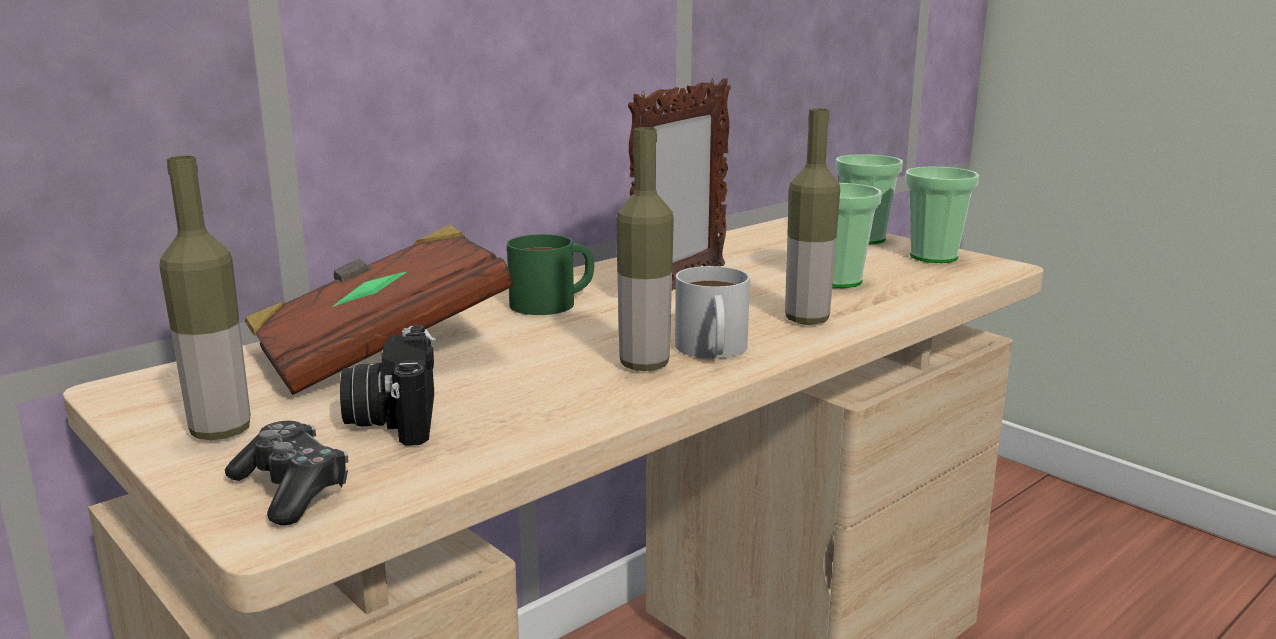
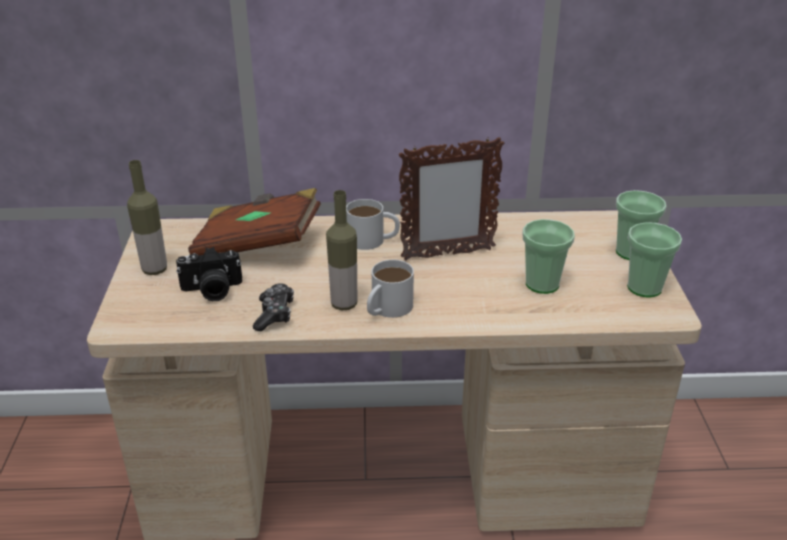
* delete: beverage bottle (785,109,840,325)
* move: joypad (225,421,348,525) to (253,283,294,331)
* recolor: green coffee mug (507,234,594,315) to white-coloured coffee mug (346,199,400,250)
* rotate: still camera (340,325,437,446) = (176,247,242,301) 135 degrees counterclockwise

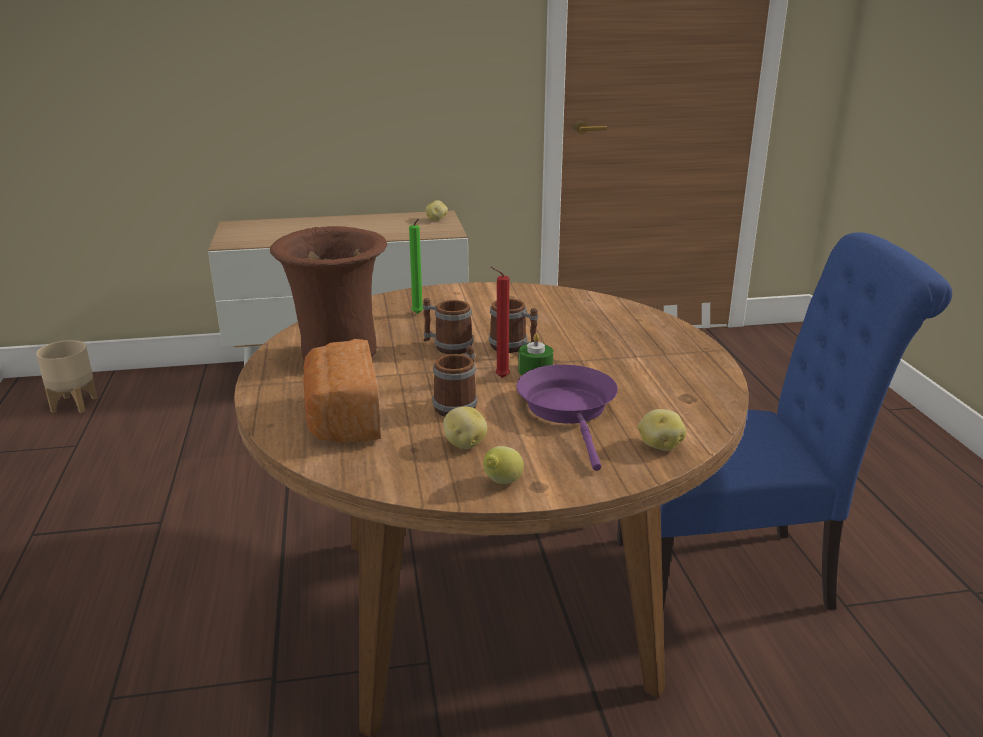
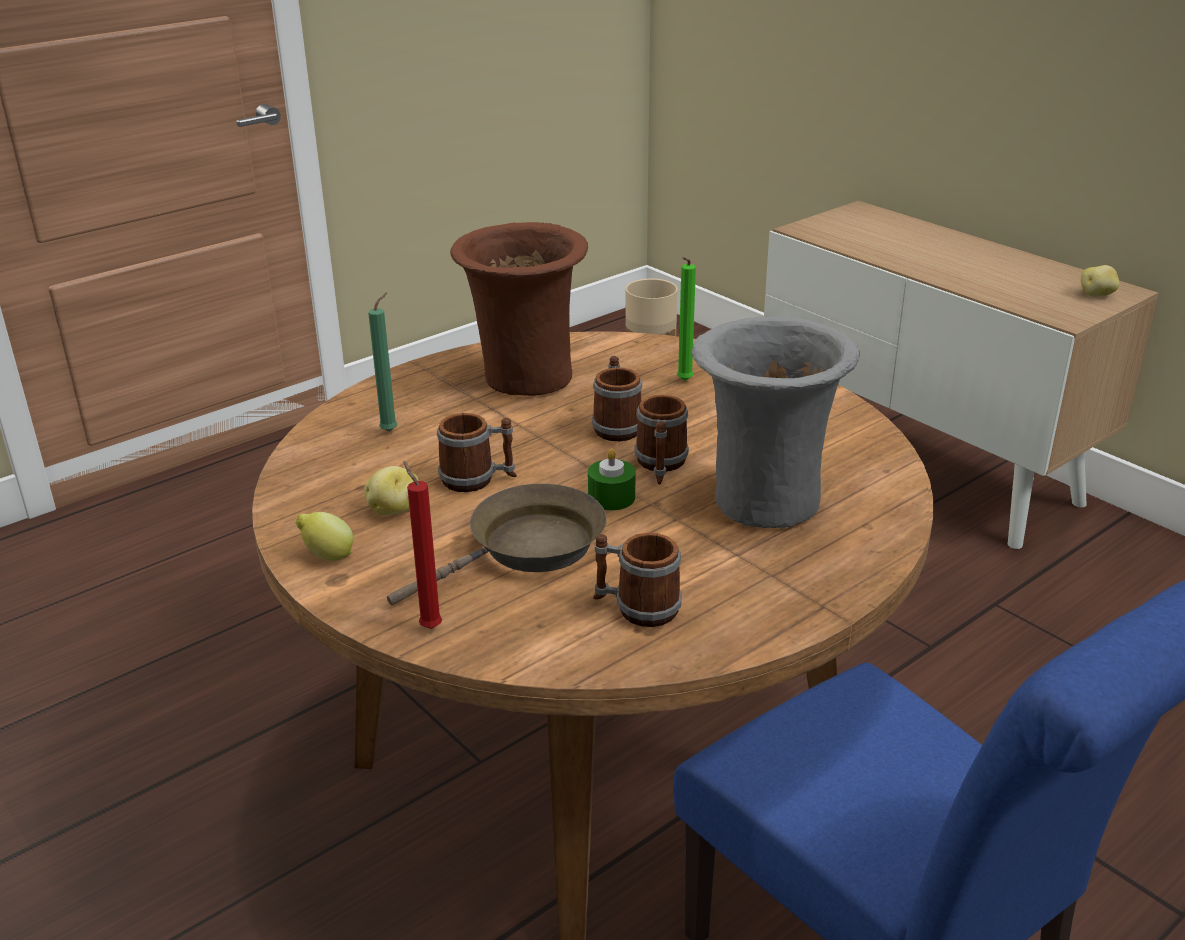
* delete: spud (638,409,686,451)
* insert: coffee mug (593,533,682,627)
* insert: gray decorative vase (692,316,859,528)
* move: reddish candle (491,267,510,378) to (403,461,442,629)
* replace: bakery bread (303,339,381,443) to green candle (368,292,397,432)
* recolor: purplish frying pan (517,365,618,471) to brown frying pan (387,483,607,605)

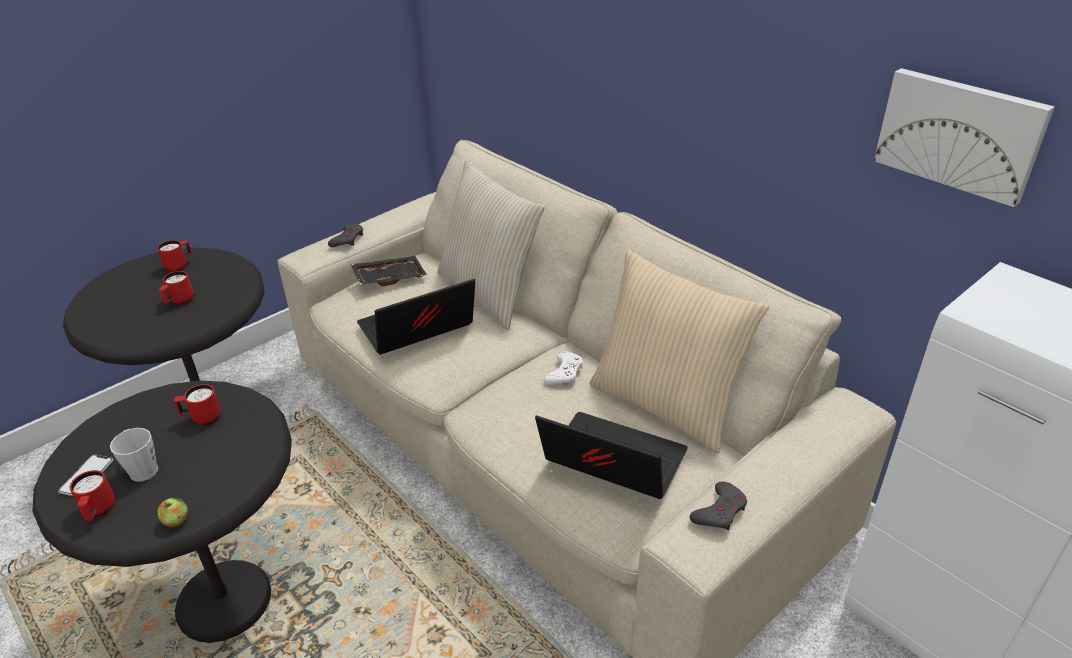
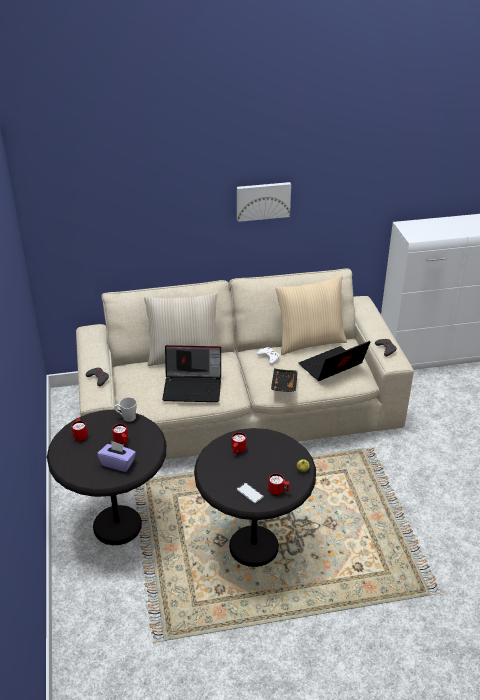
* insert: purplish box of tissues (97,441,136,472)
* move: gray coffee mug (110,428,158,482) to (114,397,137,422)
* move: blackish serving tray (350,256,427,286) to (271,369,298,392)
* move: wall art (874,68,1055,207) to (237,182,291,222)
* rotate: portable computer (357,279,475,354) = (162,345,221,402) 90 degrees counterclockwise

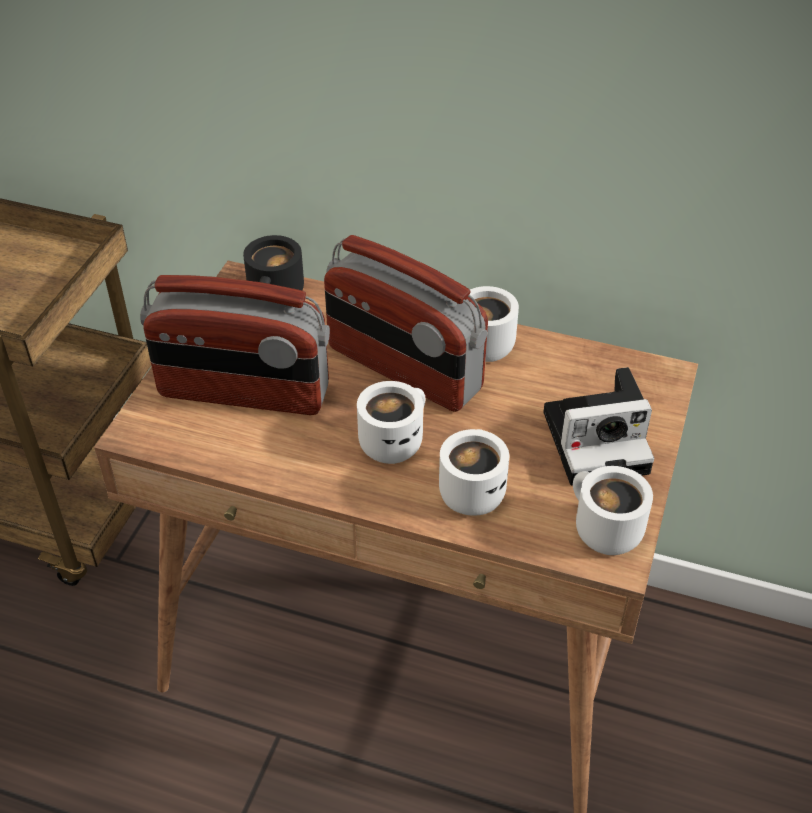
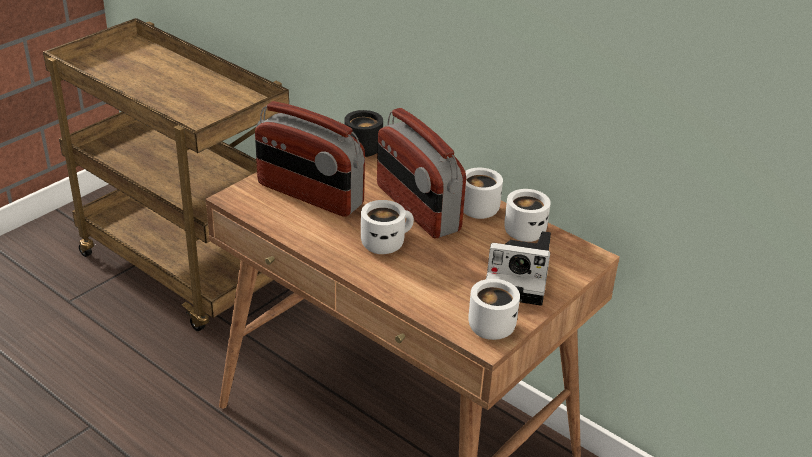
* move: white-coloured coffee mug (439,429,509,516) to (504,189,551,242)

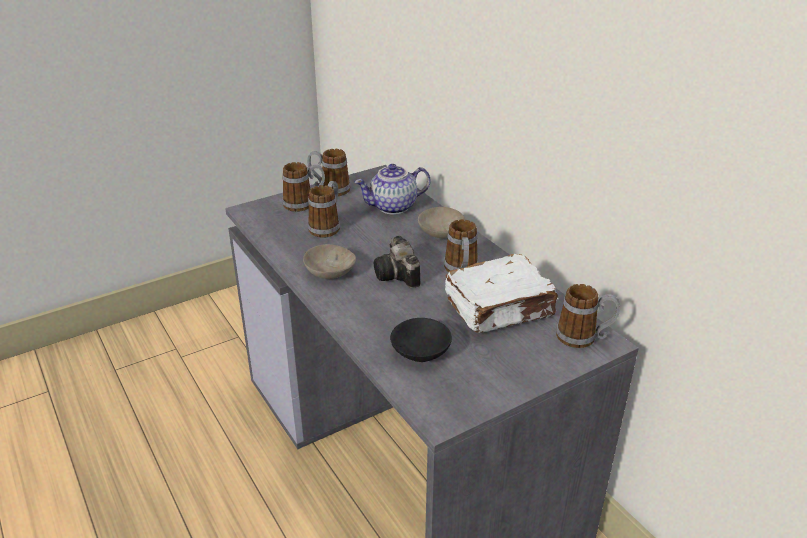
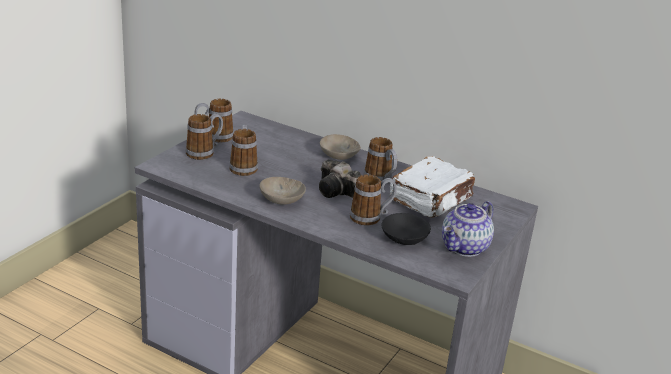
* move: tea pot (354,164,431,215) to (442,201,494,257)
* move: coffee mug (556,284,620,348) to (350,174,397,225)

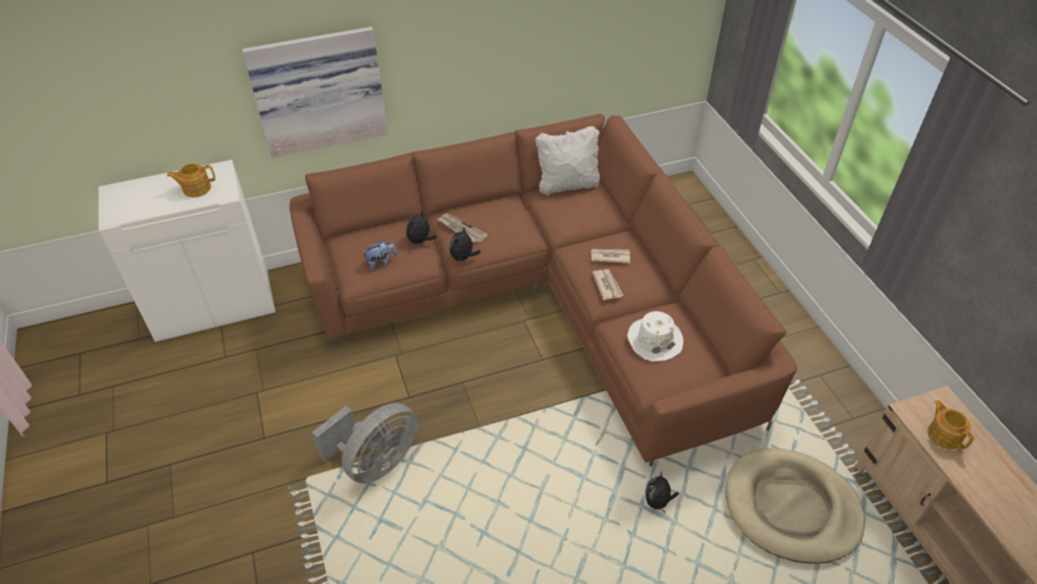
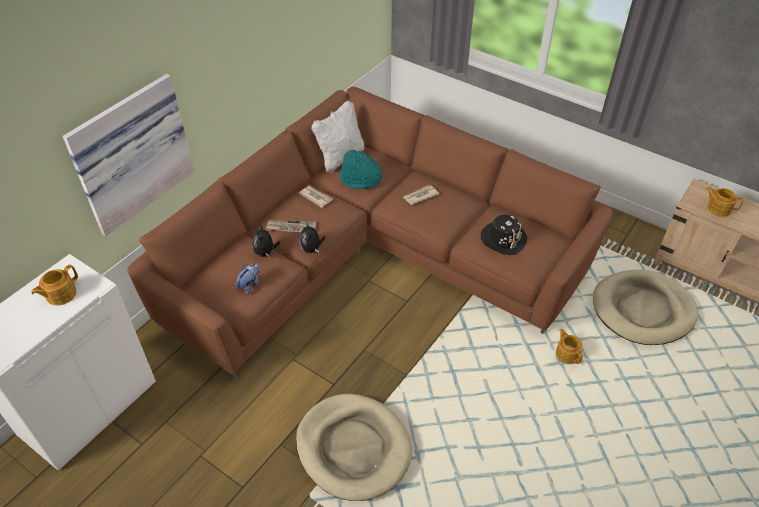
* insert: turquoise clothing hat (340,149,382,189)
* move: newspaper (592,269,624,300) to (299,186,333,208)
* replace: gray electric fan (312,403,418,484) to beige-coloured dog bed (296,394,412,501)
* replace: cuddly toy (645,472,679,513) to tea pot (556,329,583,364)
* recolor: white-coloured clothing hat (627,311,684,361) to blackish clothing hat (481,215,527,255)

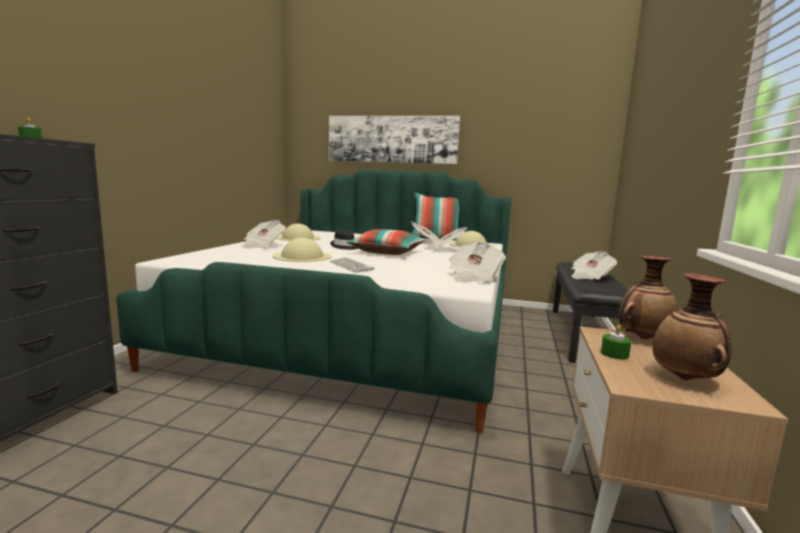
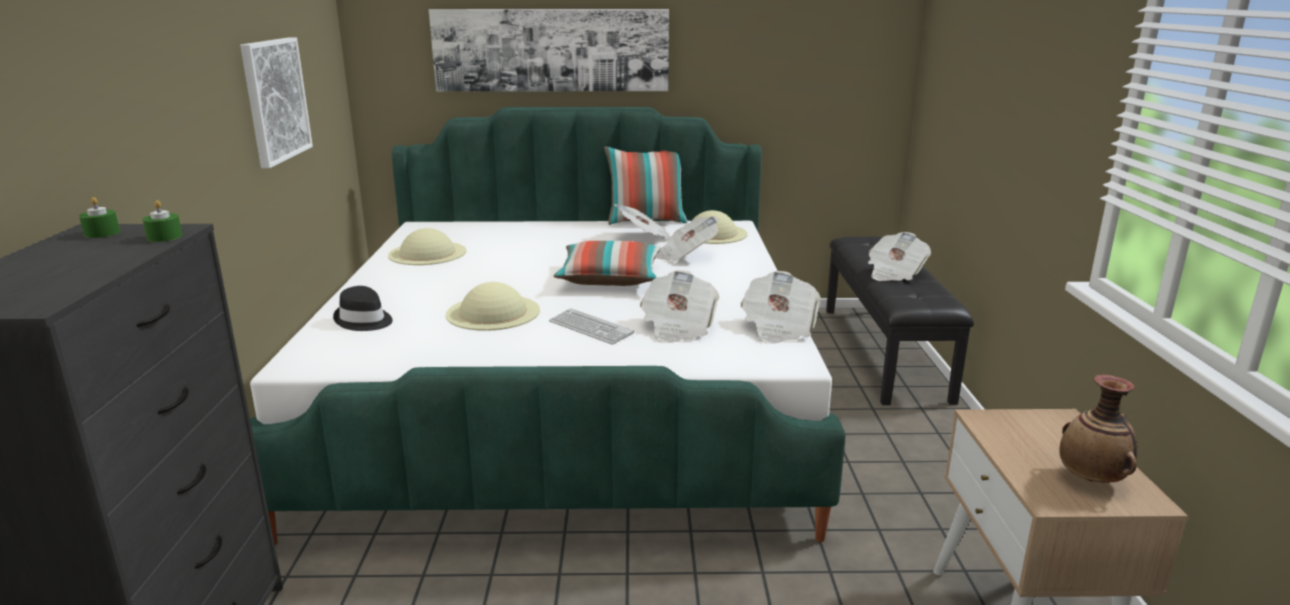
* delete: decorative vase (619,256,677,339)
* insert: wall art (240,37,313,168)
* move: newspaper (241,220,286,249) to (640,270,719,343)
* move: blackish clothing hat (330,230,358,250) to (333,286,393,331)
* move: green candle (601,325,631,360) to (142,200,183,242)

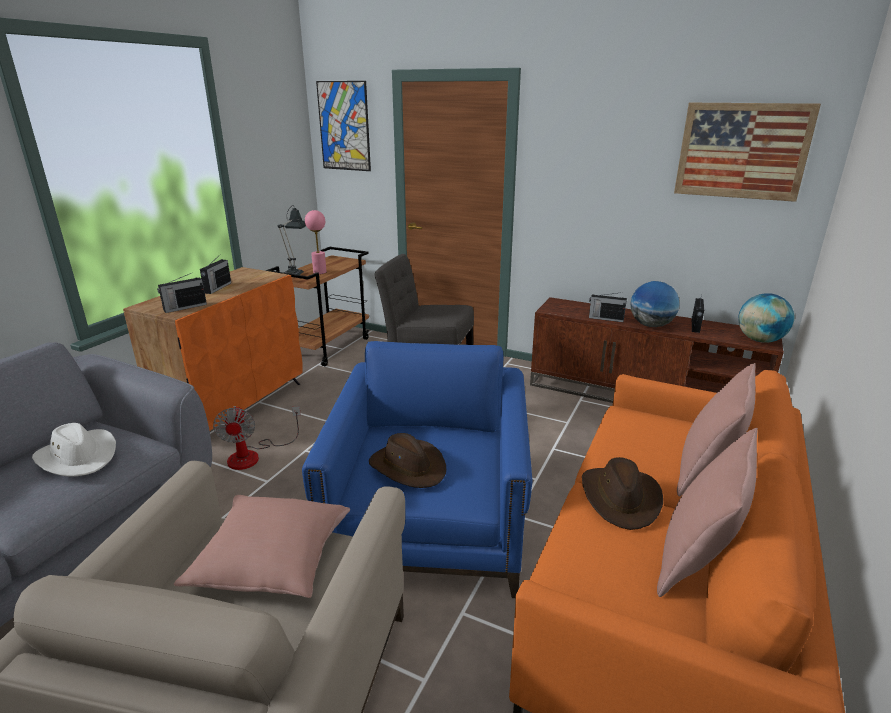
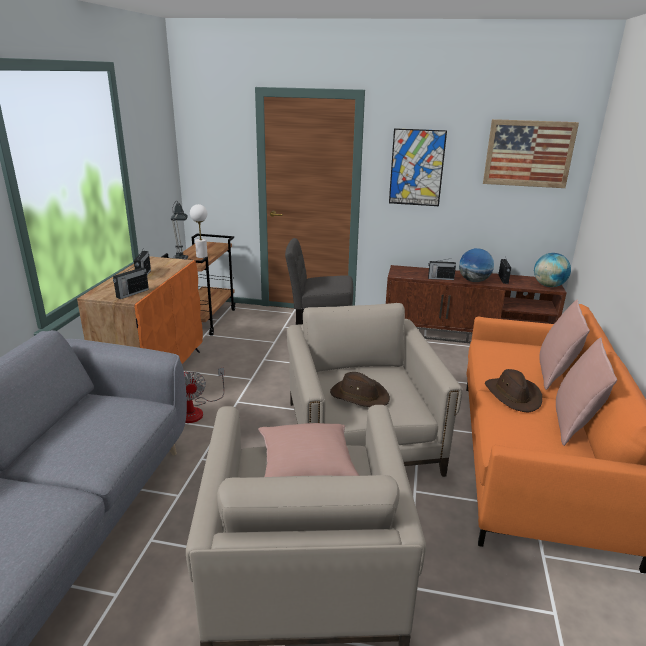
* delete: white-coloured clothing hat (32,423,116,477)
* move: wall art (316,81,371,171) to (389,128,447,206)
* recolor: bluish lounge chair (302,341,532,598) to beige-coloured lounge chair (287,303,463,477)
* recolor: pinkish tabletop lamp (305,210,327,274) to white-coloured tabletop lamp (190,204,208,258)

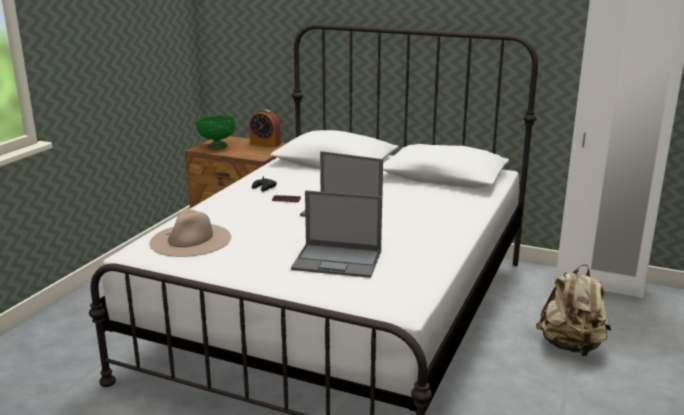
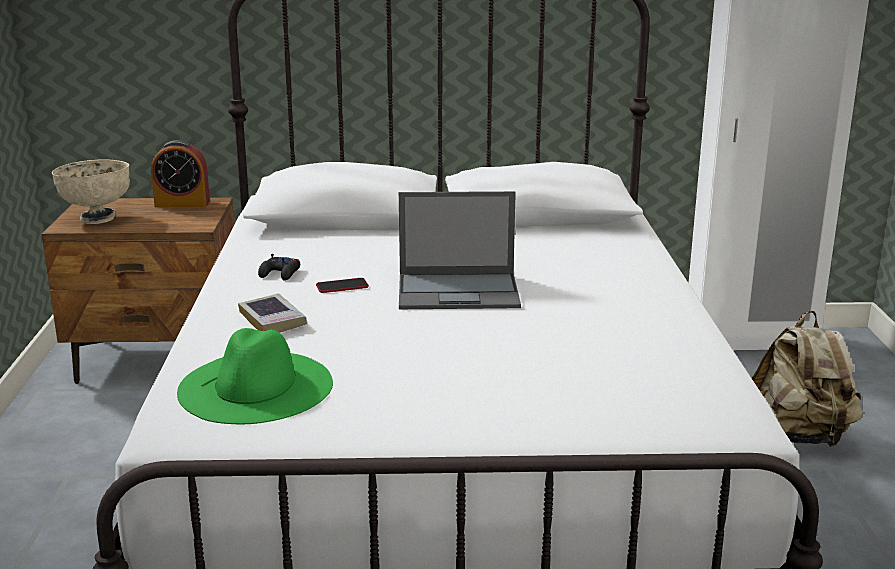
* delete: portable computer (291,190,382,278)
* insert: book (238,294,307,333)
* recolor: beige-coloured clothing hat (150,209,231,257) to green clothing hat (177,328,333,424)
* recolor: green bowl (195,115,235,149) to beige-coloured bowl (52,160,130,224)

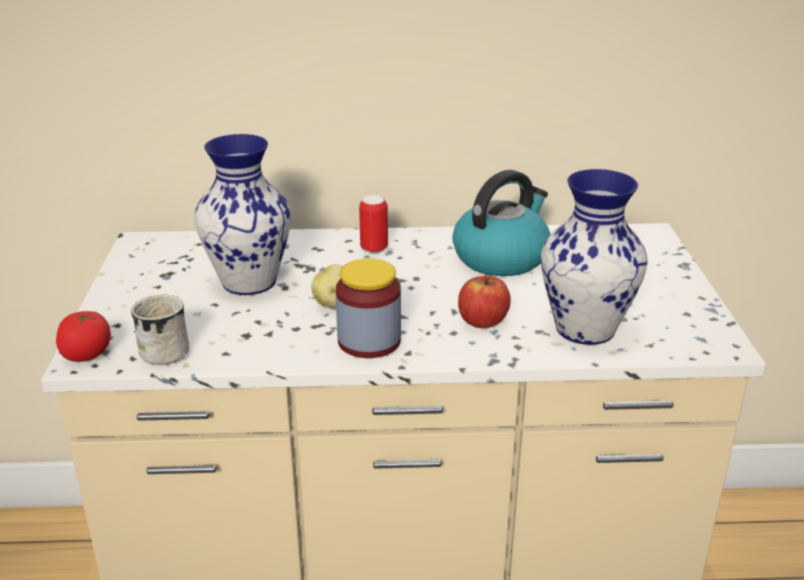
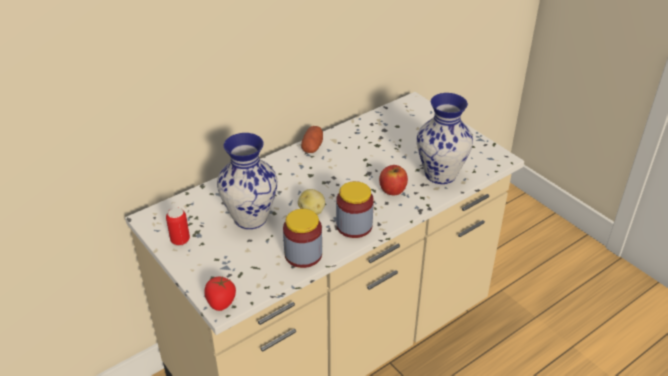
* delete: white-coloured coffee mug (131,295,189,365)
* delete: tea kettle (452,170,550,276)
* insert: preserve jar (283,209,322,268)
* insert: spud (301,126,323,153)
* move: can (359,195,388,253) to (166,208,190,246)

